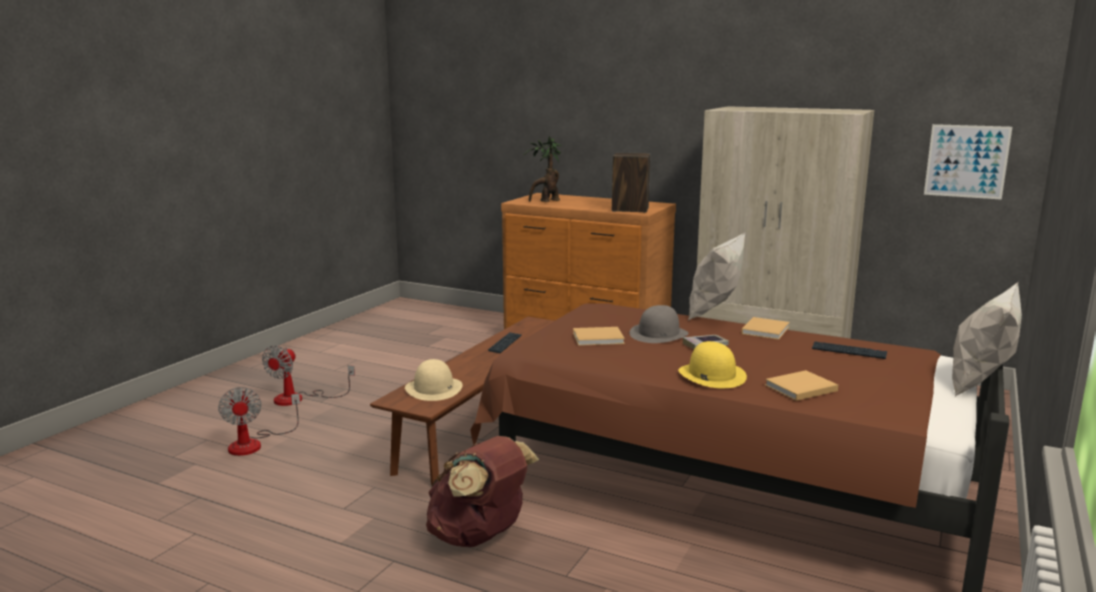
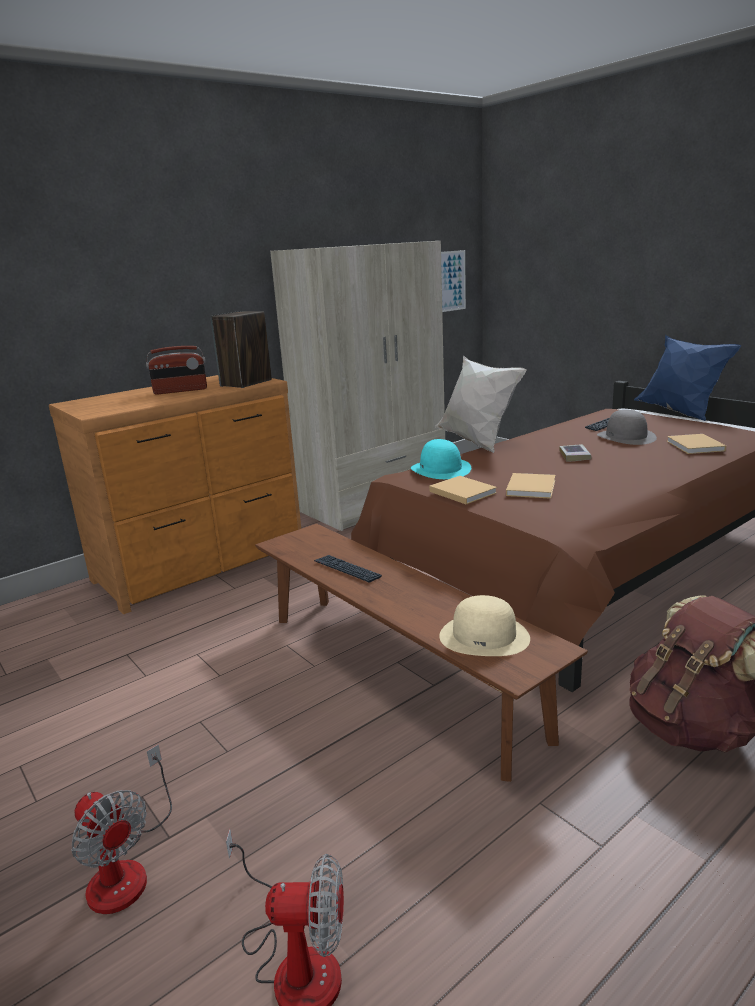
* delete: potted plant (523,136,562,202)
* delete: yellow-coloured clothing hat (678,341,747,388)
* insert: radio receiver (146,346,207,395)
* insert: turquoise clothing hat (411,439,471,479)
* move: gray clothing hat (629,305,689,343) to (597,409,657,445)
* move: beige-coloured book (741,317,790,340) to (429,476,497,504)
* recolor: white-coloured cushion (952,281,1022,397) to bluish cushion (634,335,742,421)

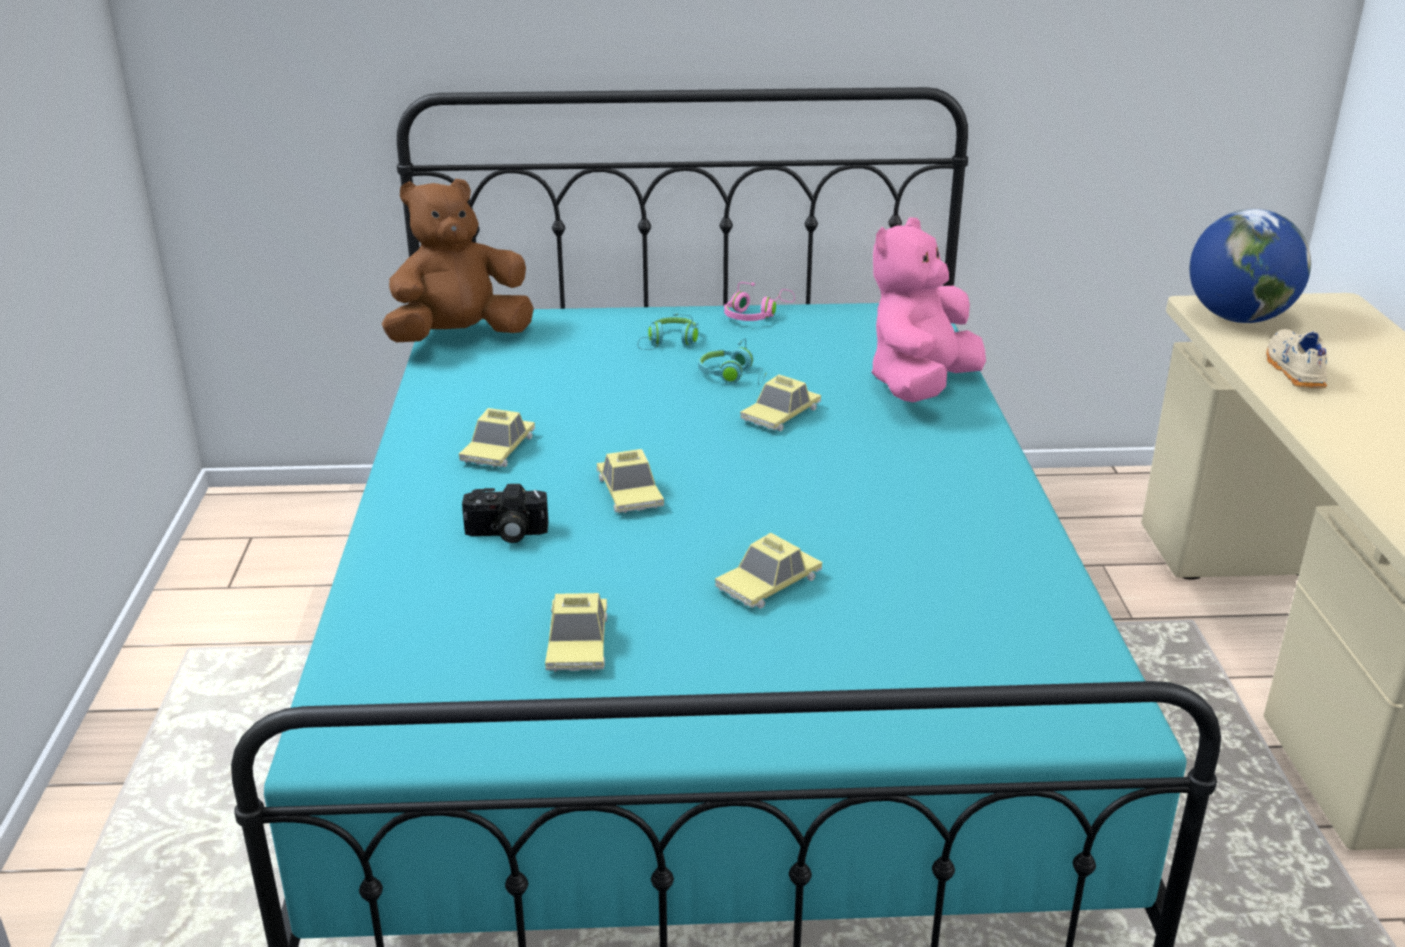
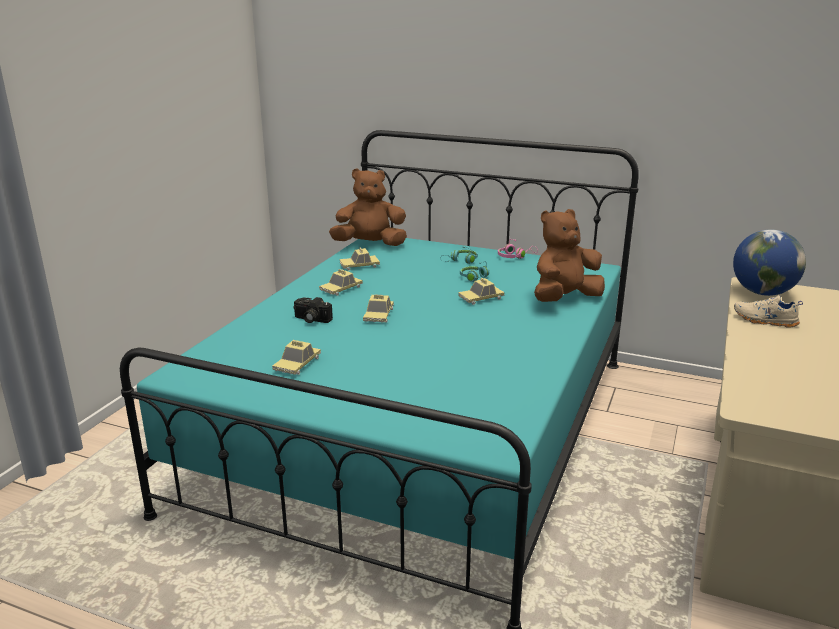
* move: miniature car (715,533,822,609) to (339,247,380,271)
* recolor: pinkish cuddly toy (871,218,986,402) to brown cuddly toy (534,209,605,302)
* rotate: beige-coloured item of footwear (1266,329,1327,388) = (734,295,803,328) 90 degrees counterclockwise

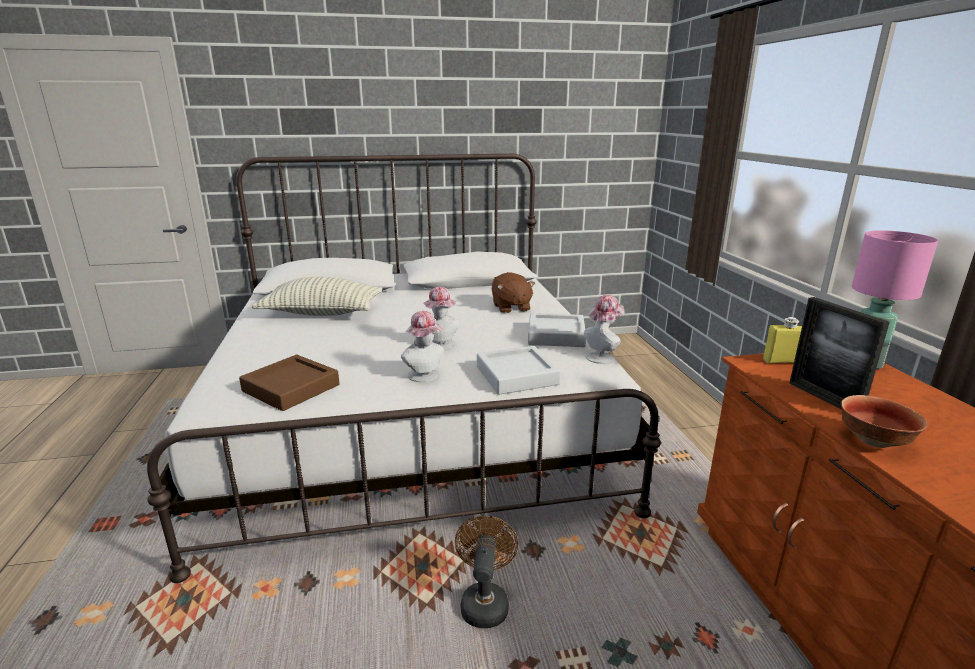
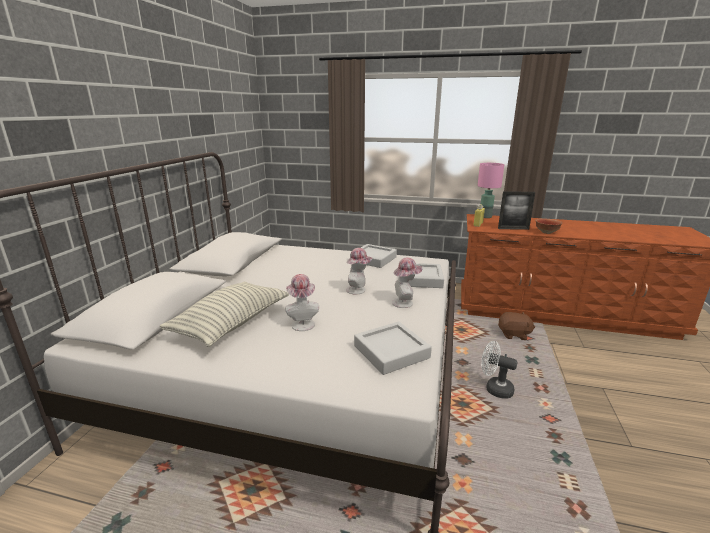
* move: brown cuddly toy (491,272,535,313) to (498,312,535,340)
* move: clothing hat (584,295,625,364) to (285,274,319,331)
* recolor: brown serving tray (239,355,339,411) to gray serving tray (354,322,432,375)
* recolor: brown electric fan (455,516,518,628) to white-coloured electric fan (481,341,518,399)

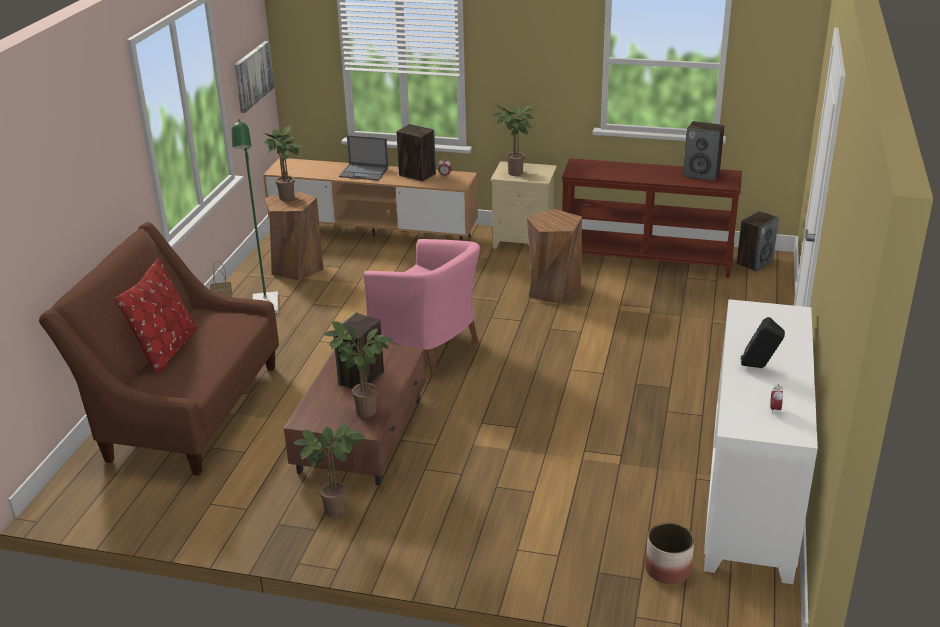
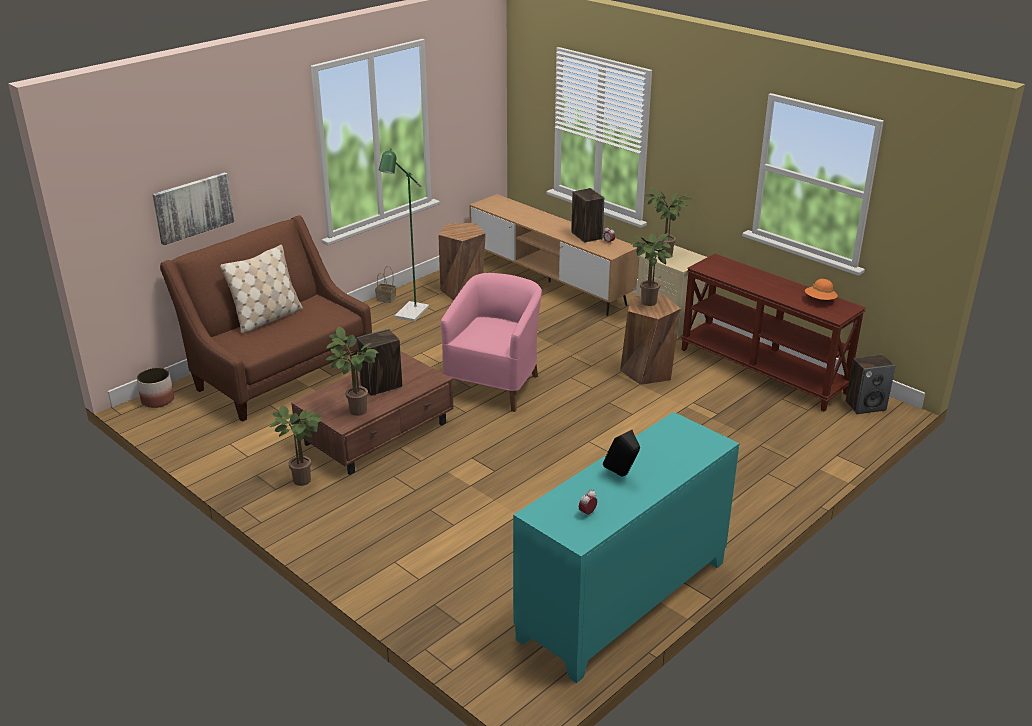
* delete: portable computer (339,135,389,181)
* move: wall art (234,41,274,113) to (152,172,235,245)
* move: potted plant (260,126,303,201) to (630,234,672,306)
* move: planter (645,523,694,584) to (137,367,174,408)
* replace: audio speaker (683,121,725,181) to orange clothing hat (805,279,838,300)
* recolor: reddish cushion (115,258,197,374) to beige-coloured cushion (220,245,303,334)
* recolor: white-coloured cupboard (704,299,818,584) to turquoise cupboard (513,412,739,683)
* rotate: pinkish lounge chair (364,239,480,375) = (441,273,542,412) 135 degrees counterclockwise

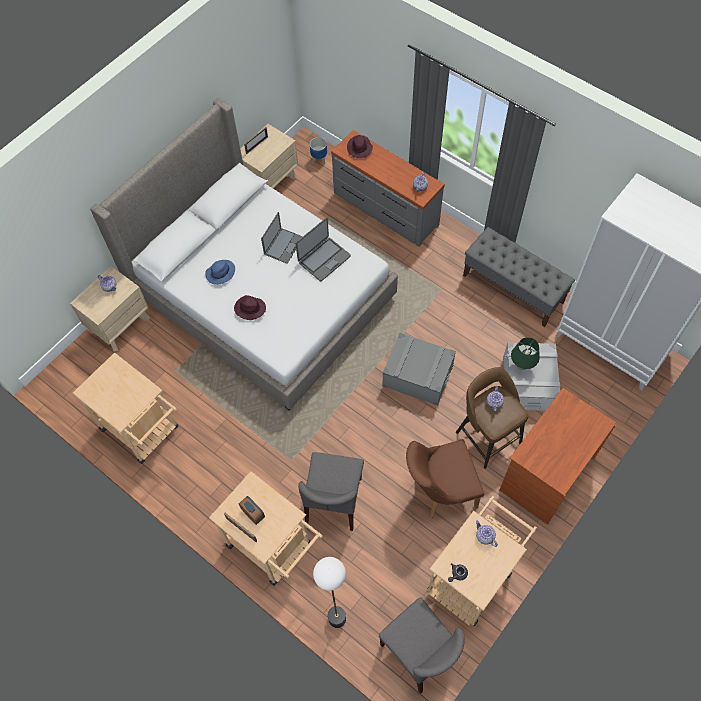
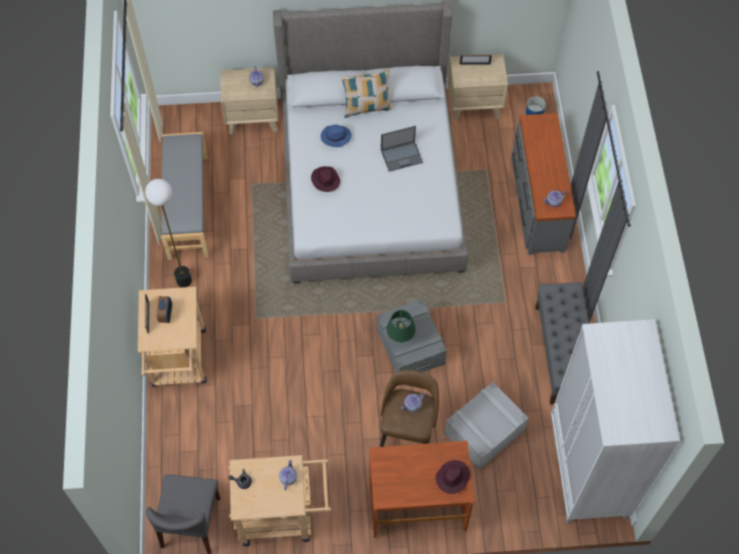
* delete: portable computer (296,218,351,281)
* delete: gray chair (298,452,364,531)
* delete: brown chair (406,439,484,519)
* insert: cushion (341,69,392,118)
* move: standing lamp (313,557,346,628) to (145,179,192,287)
* move: purplish clothing hat (347,135,373,158) to (436,460,470,494)
* move: green tabletop lamp (511,337,540,370) to (386,310,416,343)
* replace: beige-coloured wheeled cart (73,352,179,464) to gray indoor bench (161,132,209,260)

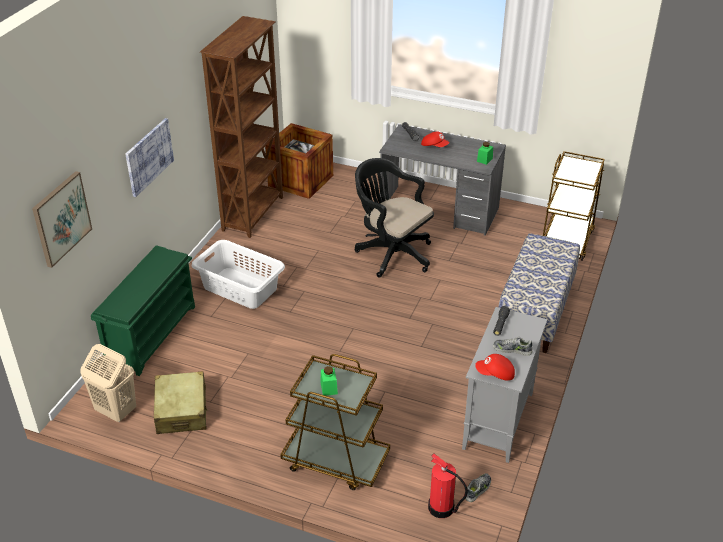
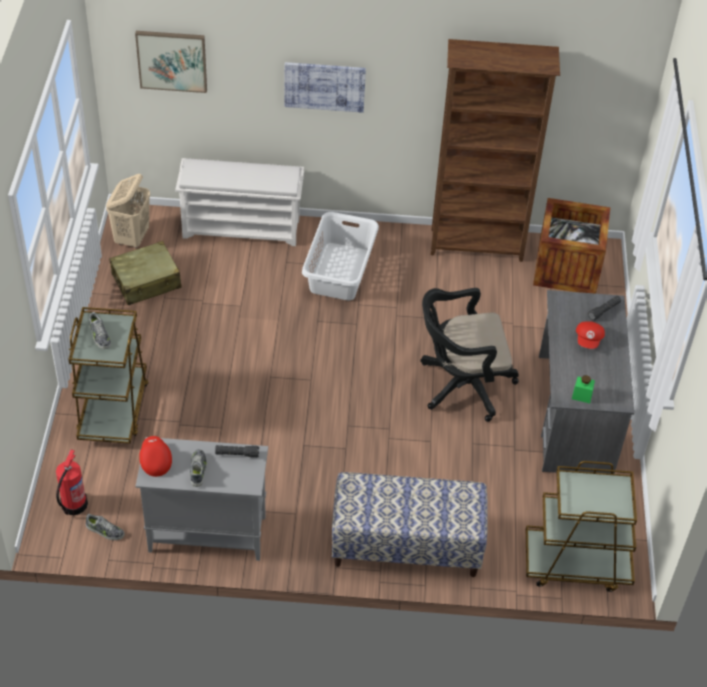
* replace: green preserve jar (321,366,338,396) to item of footwear (89,312,111,349)
* recolor: green shoe rack (91,245,195,376) to white-coloured shoe rack (175,158,304,246)
* rotate: blackish computer chair (355,158,434,278) = (420,288,519,422) 120 degrees counterclockwise

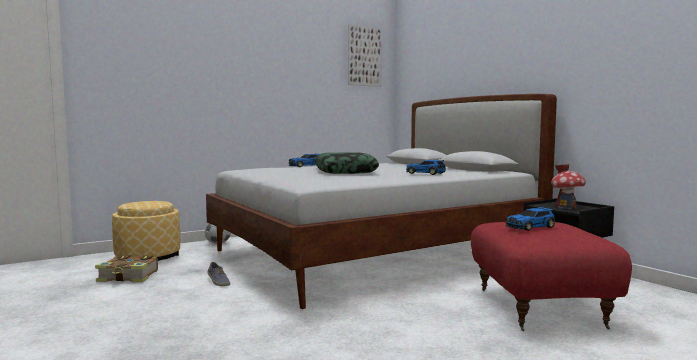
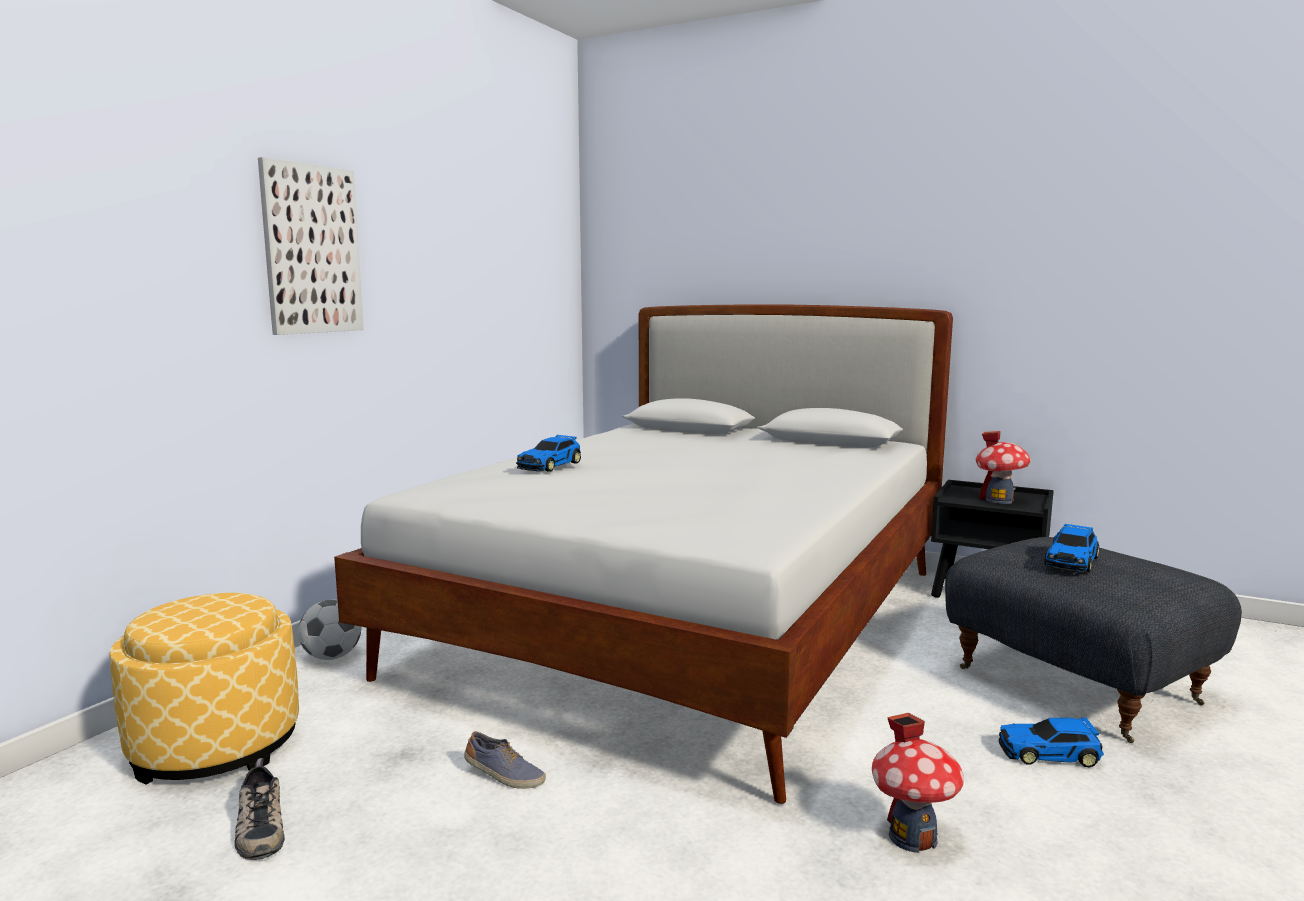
* delete: cushion (314,152,379,174)
* insert: miniature house (872,713,964,853)
* move: wall art (348,24,382,87) to (258,157,364,335)
* move: miniature car (406,160,446,175) to (999,717,1104,768)
* replace: book (95,255,158,282) to item of footwear (234,758,285,860)
* recolor: reddish ottoman (471,222,632,331) to gray ottoman (945,537,1242,743)

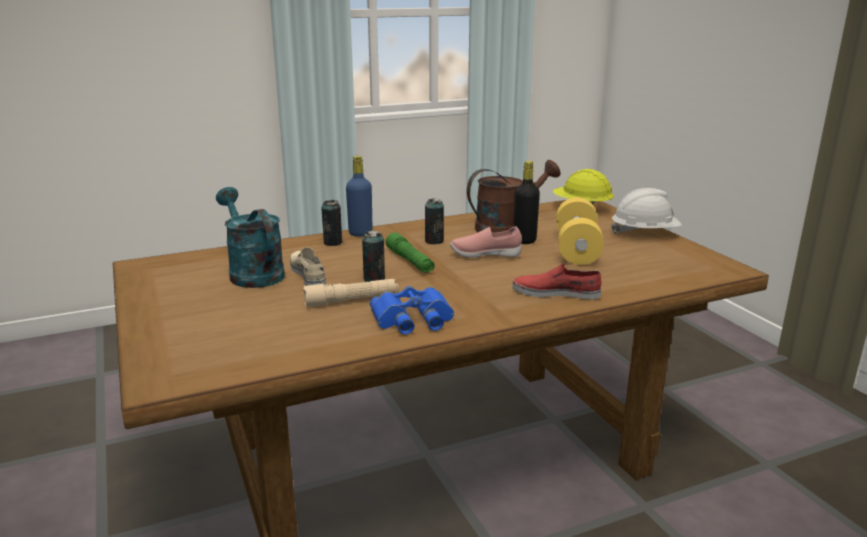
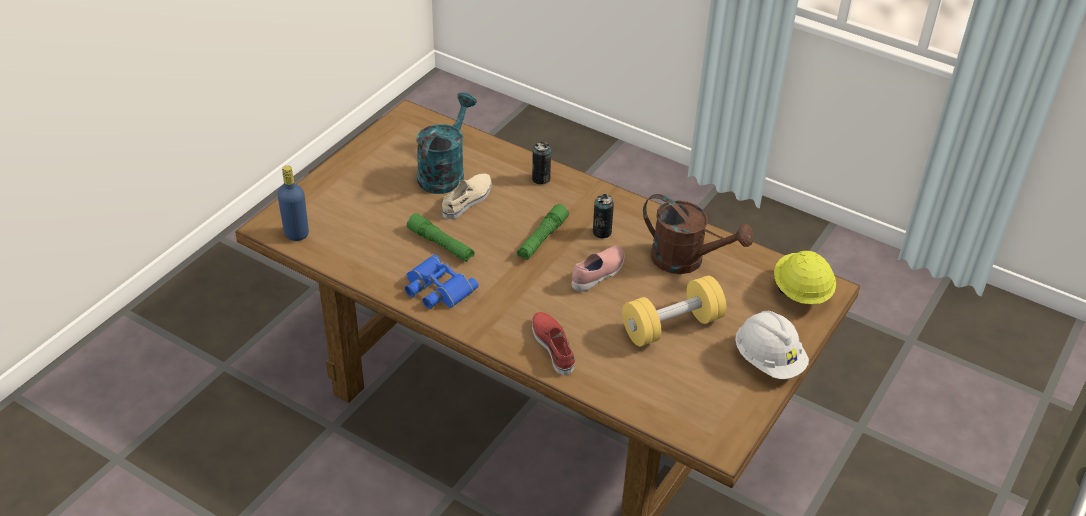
* delete: can (362,231,385,282)
* delete: blackish beverage bottle (514,161,540,244)
* move: bluish beverage bottle (346,156,372,237) to (277,166,309,241)
* recolor: beige-coloured flashlight (303,279,399,307) to green flashlight (407,213,475,262)
* rotate: pinkish item of footwear (450,227,522,258) = (571,245,625,292) 75 degrees clockwise

